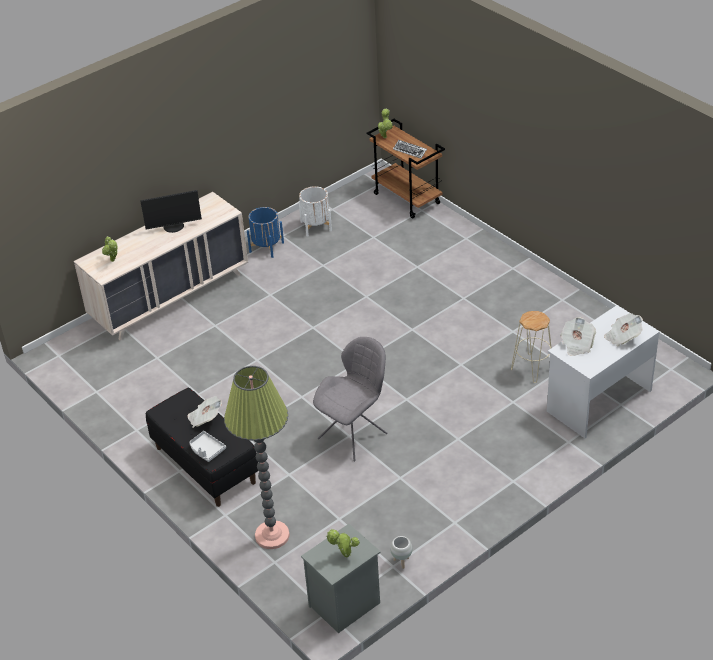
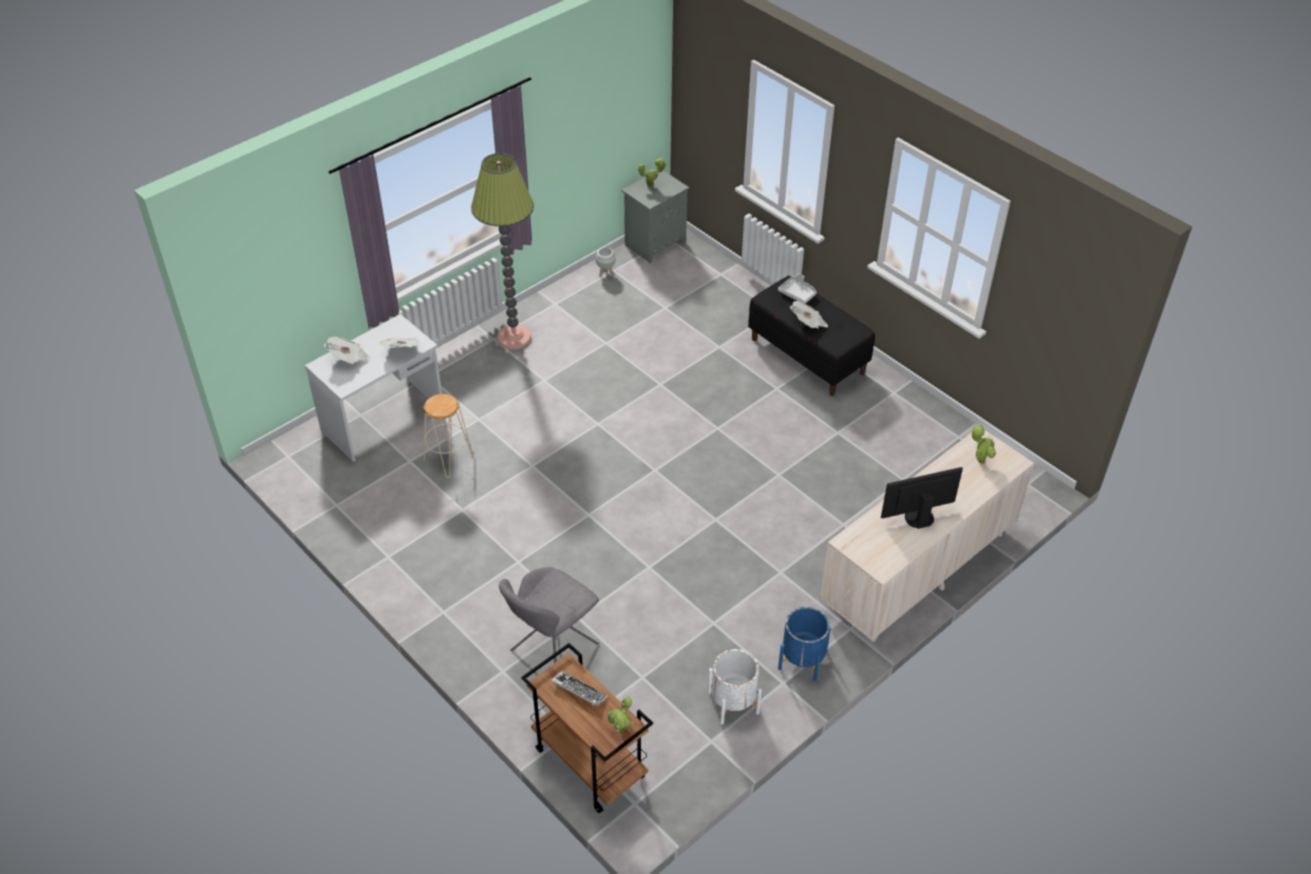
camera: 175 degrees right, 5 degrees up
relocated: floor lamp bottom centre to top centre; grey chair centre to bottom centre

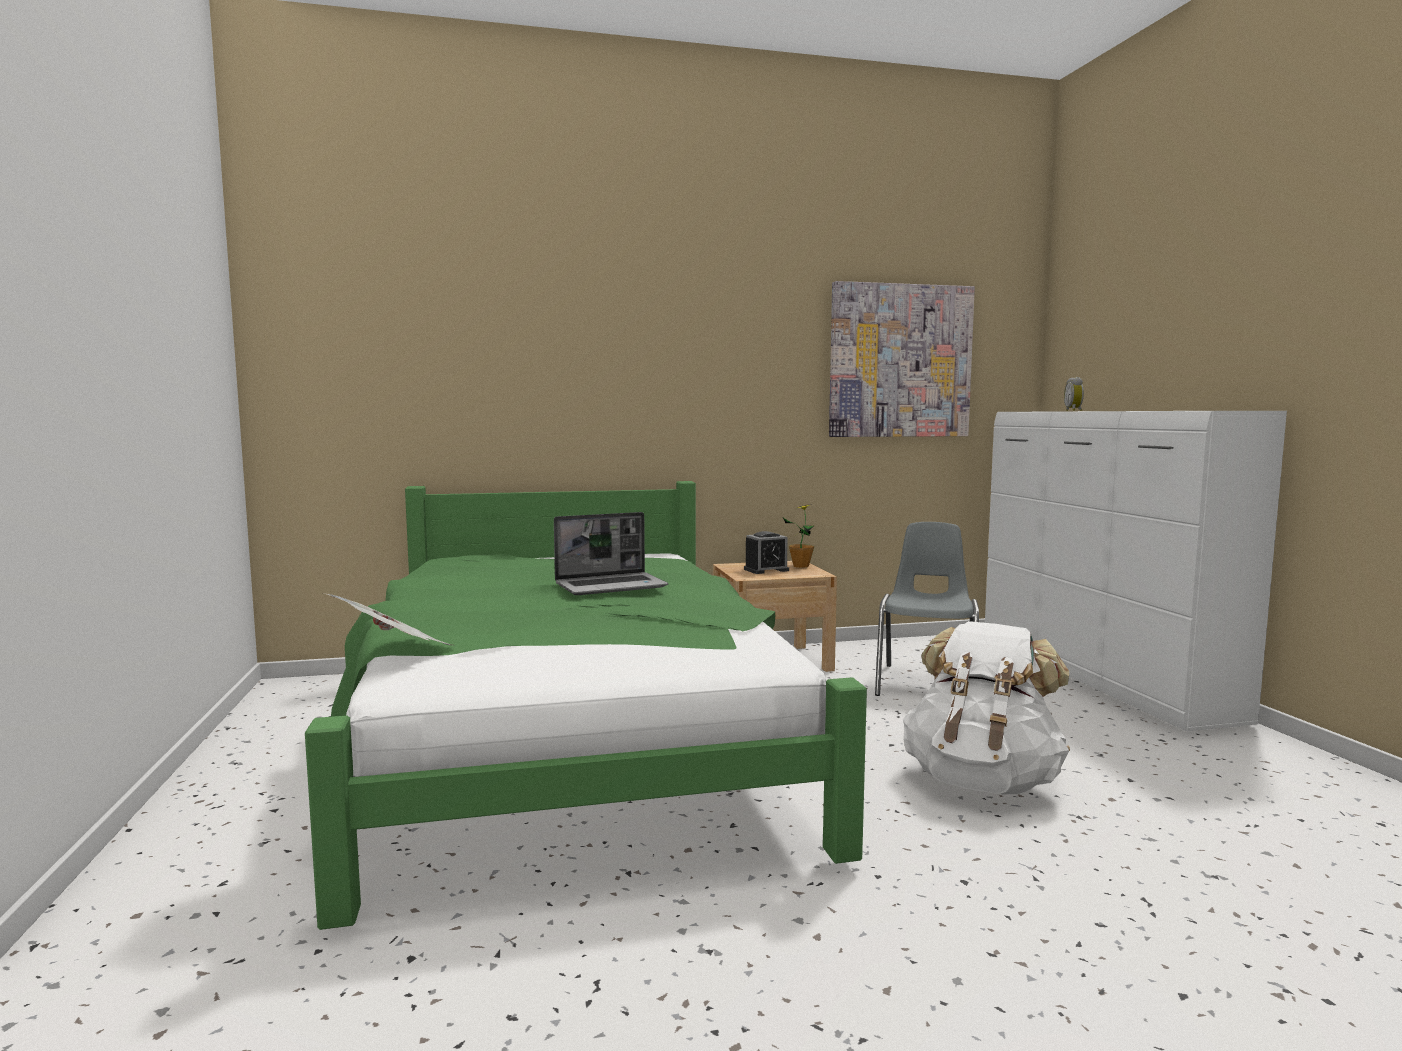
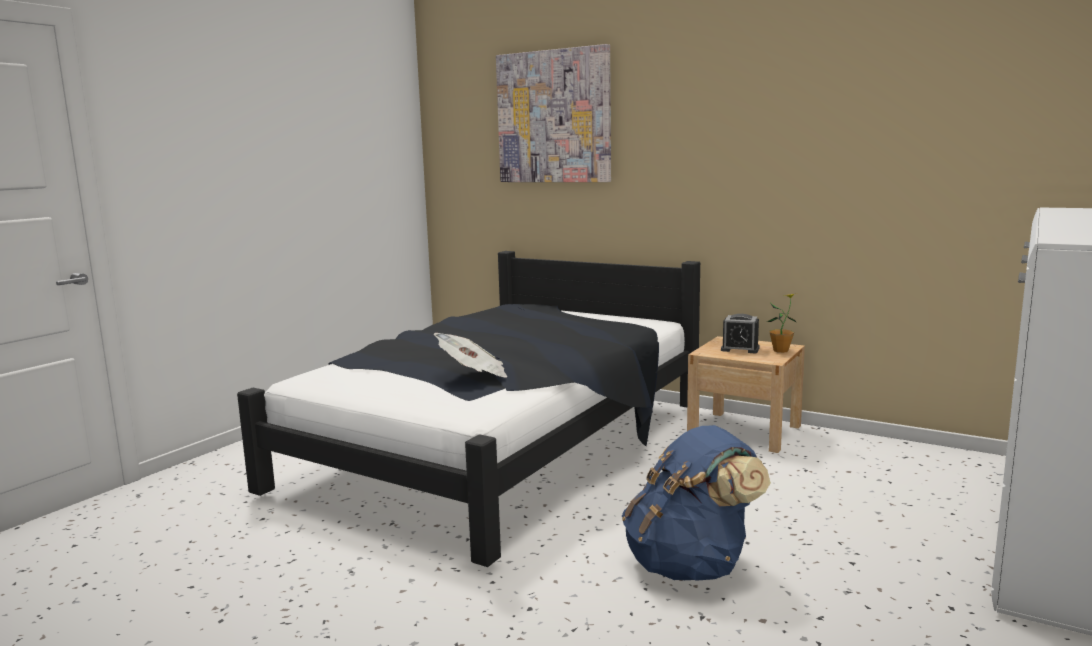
camera: 45 degrees right, 5 degrees up
missing: laptop centre; grey chair centre; alarm clock (no. 2 from left) middle right
relocated: newspaper middle left to centre; picture centre to top centre
colour: green bed bottom centre to black bed centre; white backpack bottom right to blue backpack bottom centre

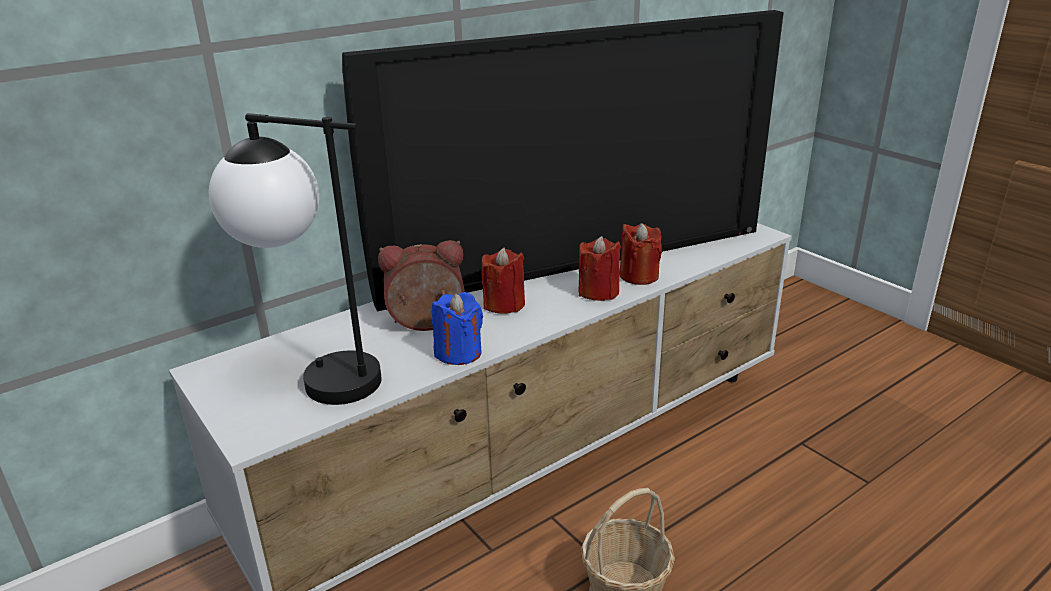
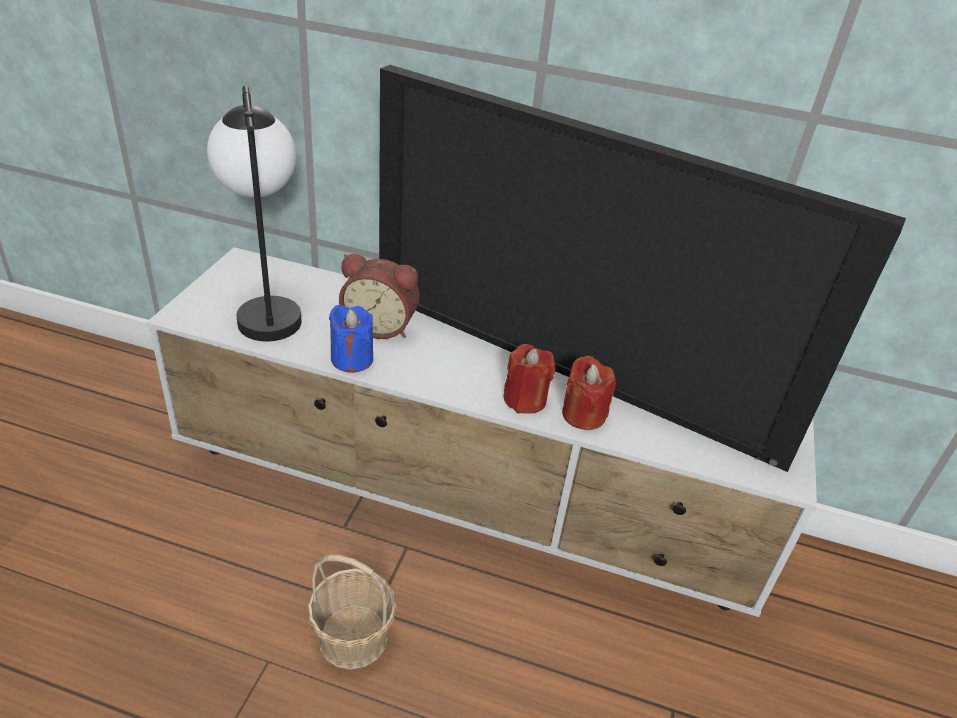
camera: 50 degrees right, 10 degrees up
missing: red candle (no. 1 from left) centre
spun: alarm clock centre = centre 150 degrees clockwise

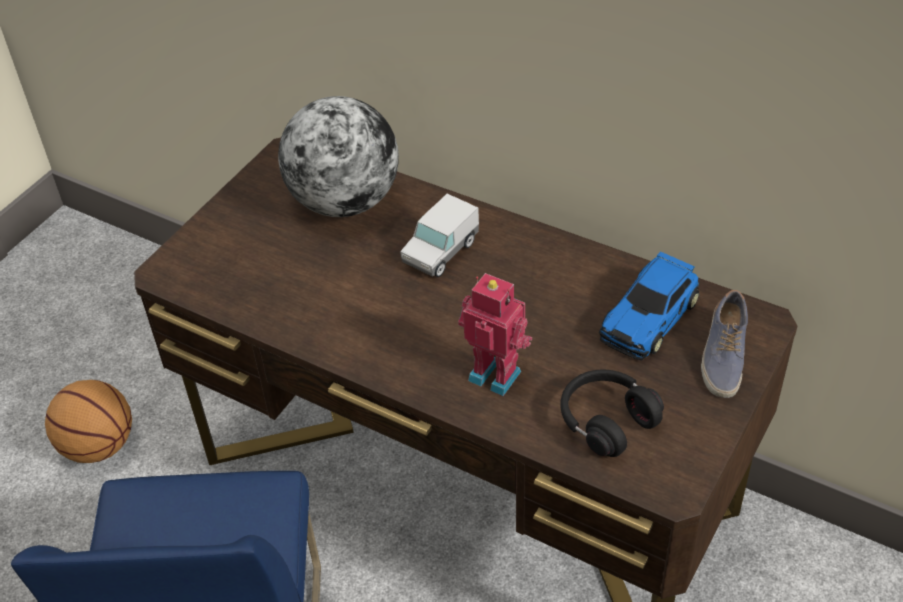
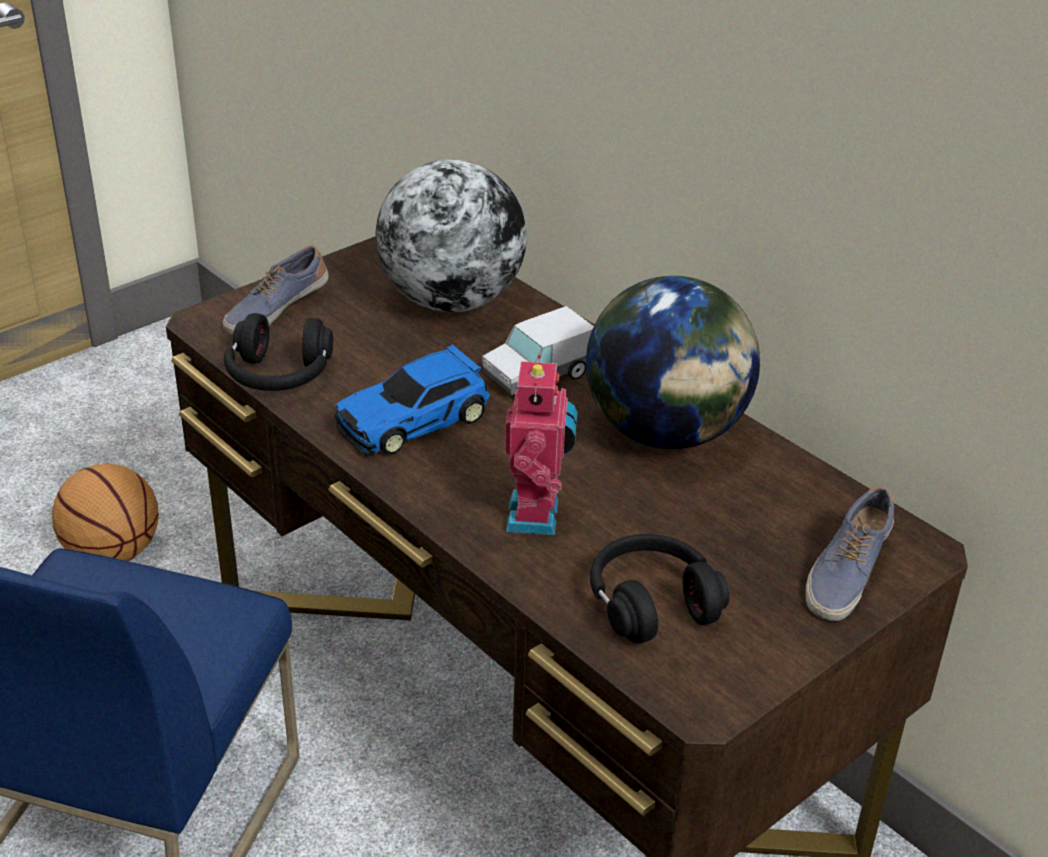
camera: 15 degrees right, 10 degrees down
appeared: shoe (no. 1 from left) middle left; black headphones (no. 1 from left) middle left; globe (no. 2 from left) centre
relocated: toy car middle right to centre
spun: toy robot centre = centre 45 degrees clockwise

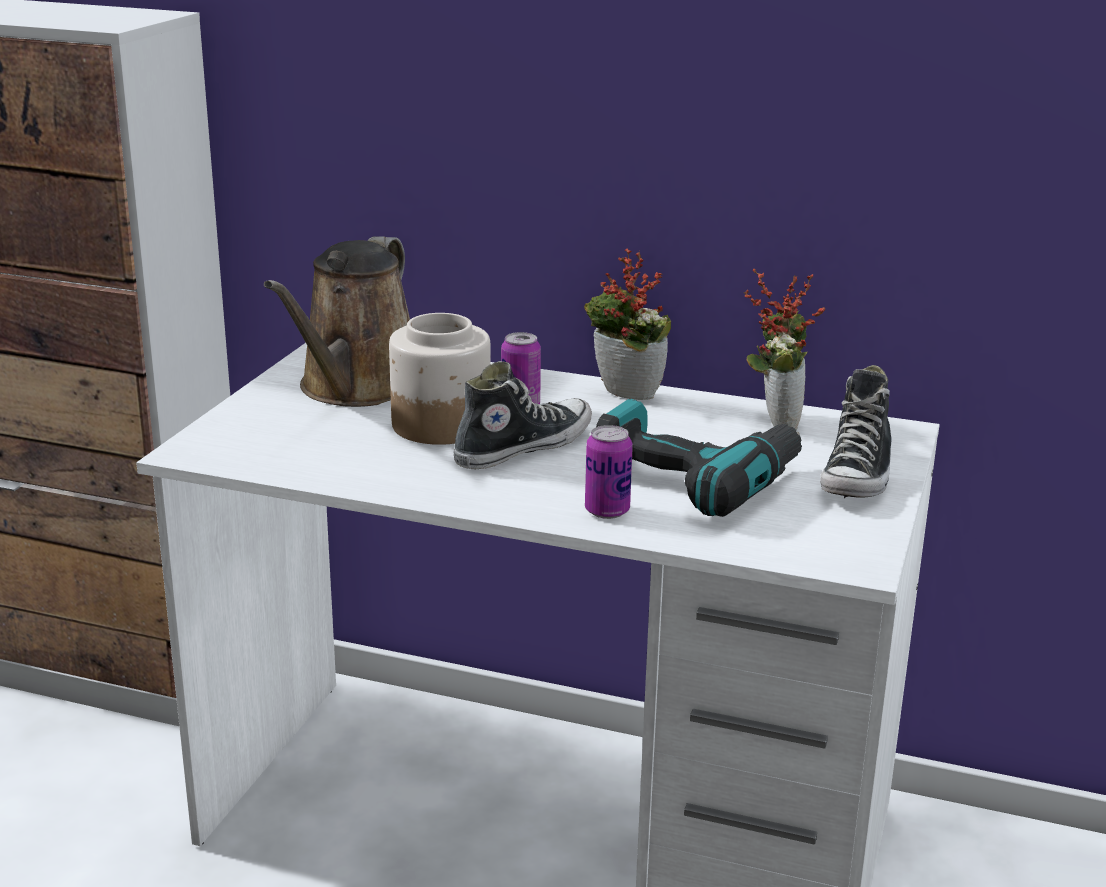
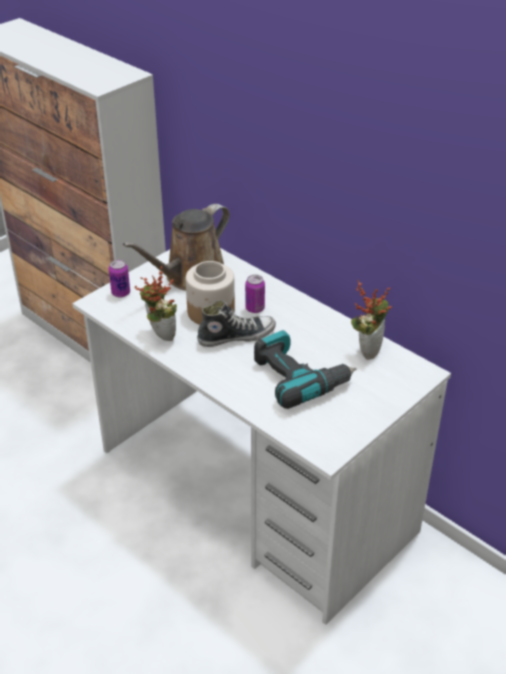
camera: 25 degrees right, 15 degrees up
missing: shoe (no. 2 from left) middle right
relocated: potted plant (no. 1 from left) centre to middle left; can (no. 2 from left in the first image) centre to can (no. 1 from left) middle left

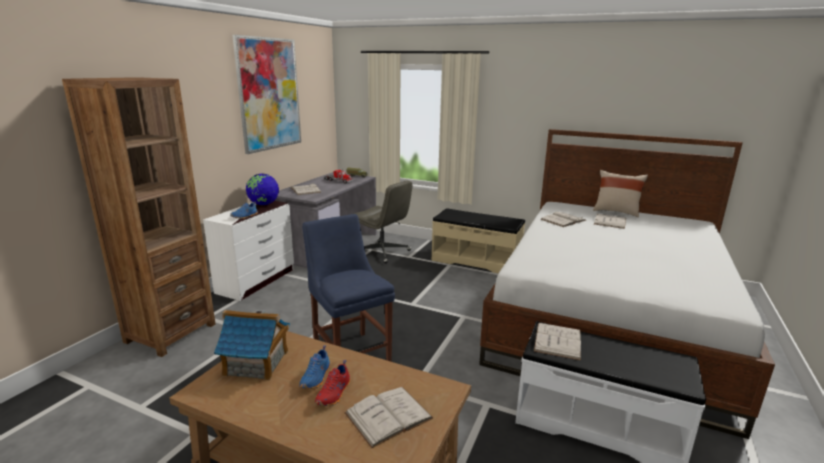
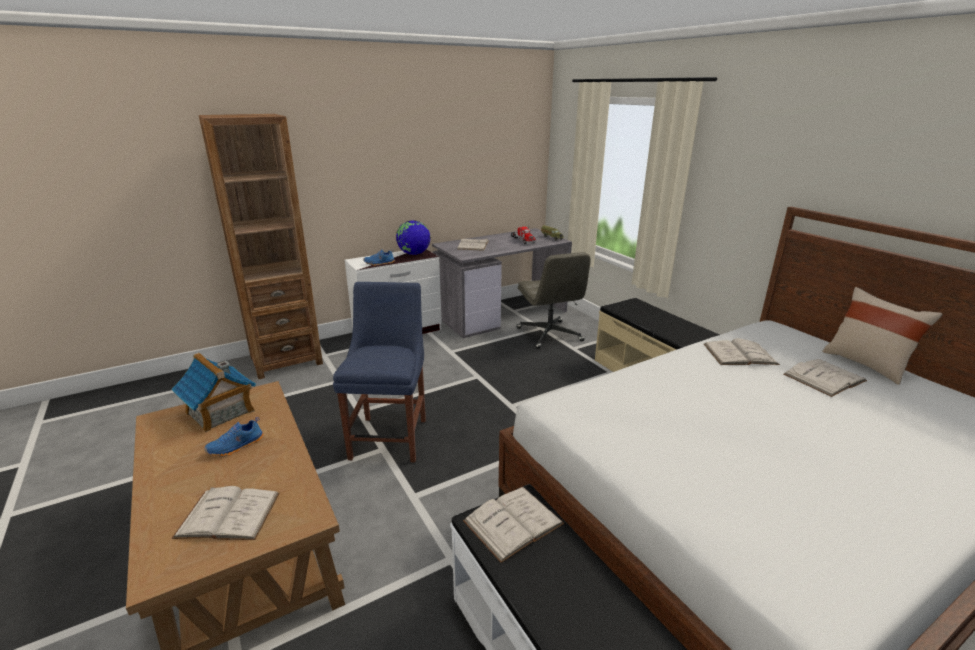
camera: 35 degrees right, 5 degrees up
missing: picture top left; red shoe bottom centre

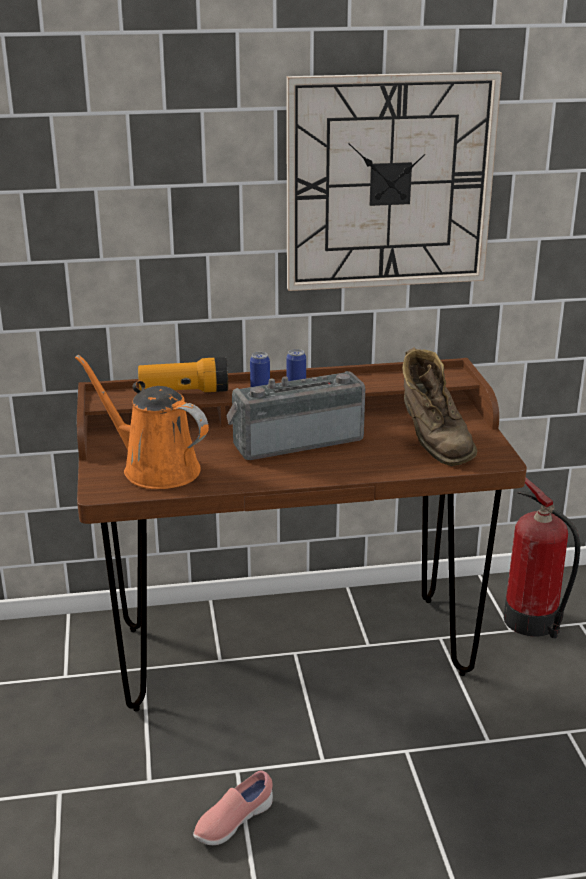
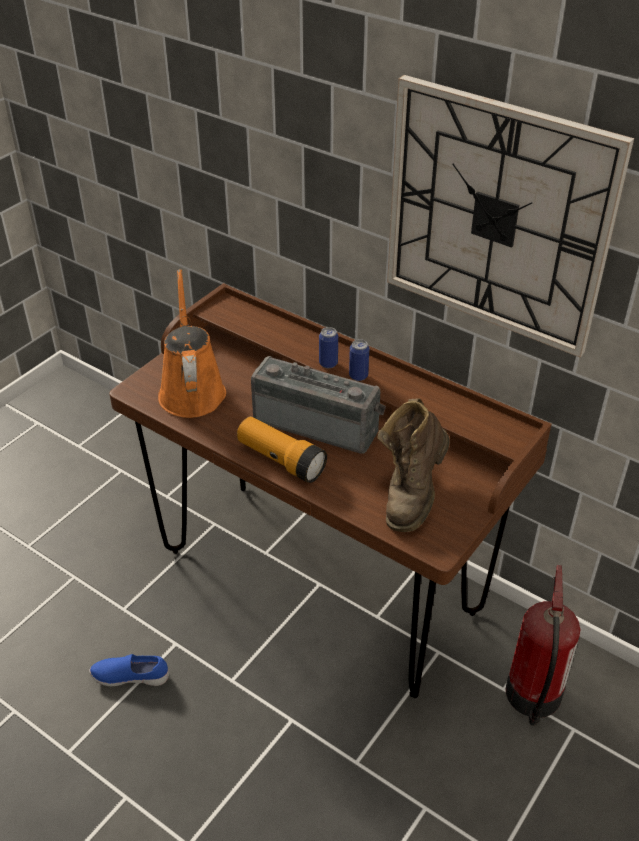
camera: 45 degrees right, 15 degrees up
relocated: flashlight middle left to centre
colour: pink shoe bottom centre to blue shoe bottom left

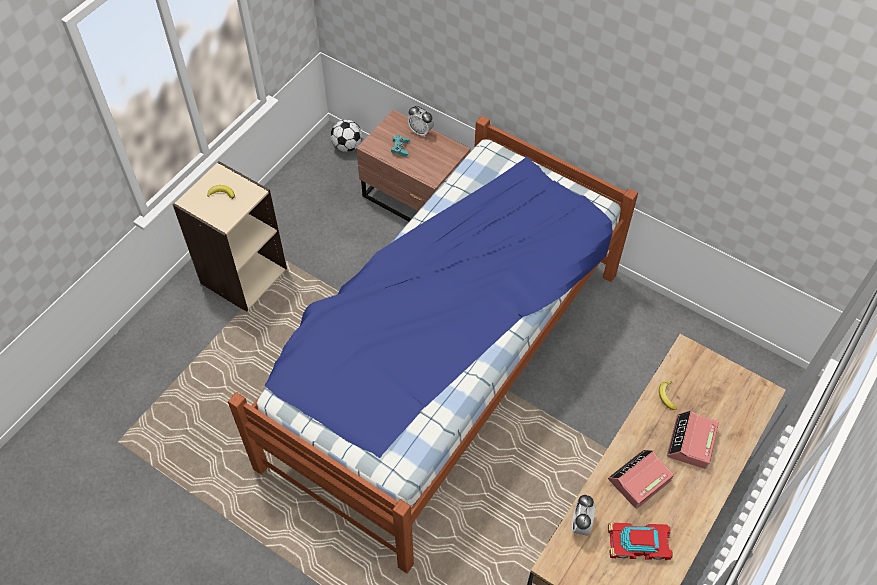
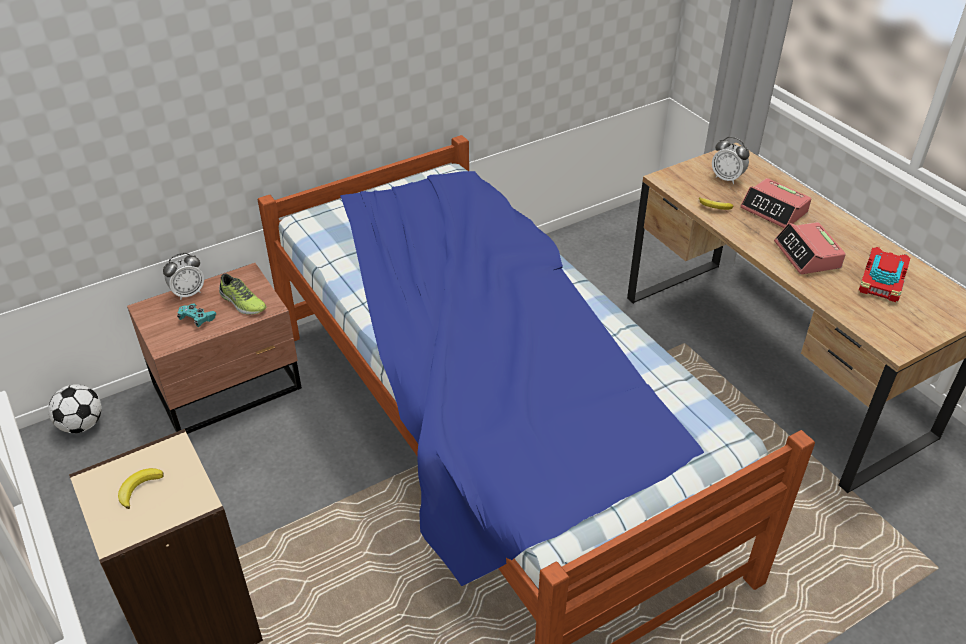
camera: 65 degrees left, 15 degrees down
appeared: shoe middle left
relocated: alarm clock (no. 2 from left) bottom centre to top right

